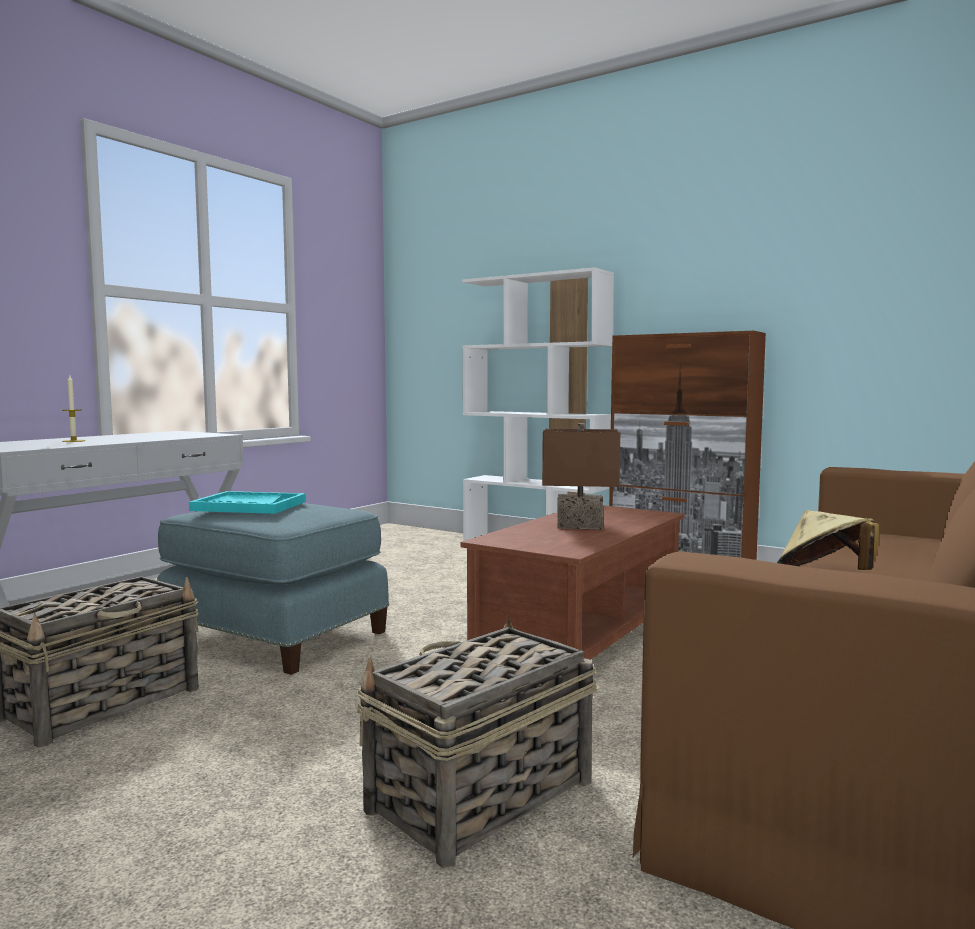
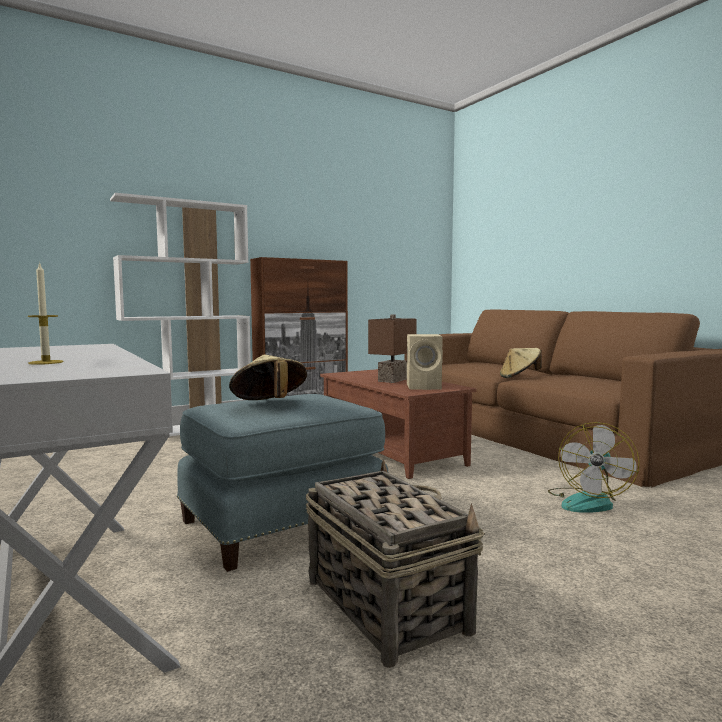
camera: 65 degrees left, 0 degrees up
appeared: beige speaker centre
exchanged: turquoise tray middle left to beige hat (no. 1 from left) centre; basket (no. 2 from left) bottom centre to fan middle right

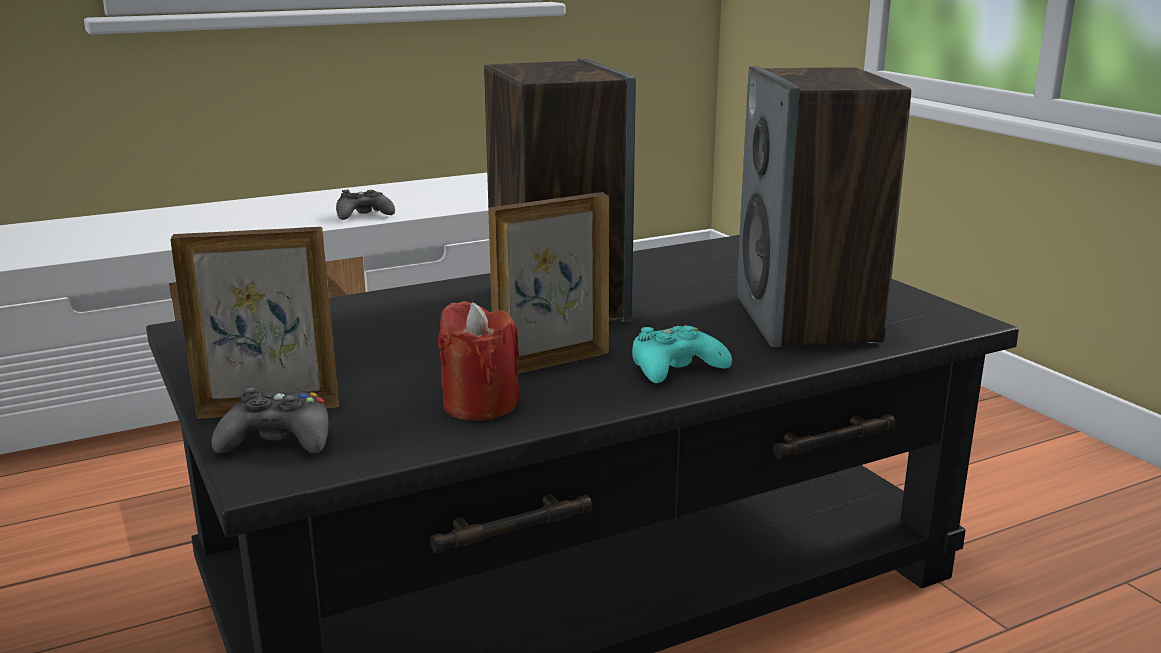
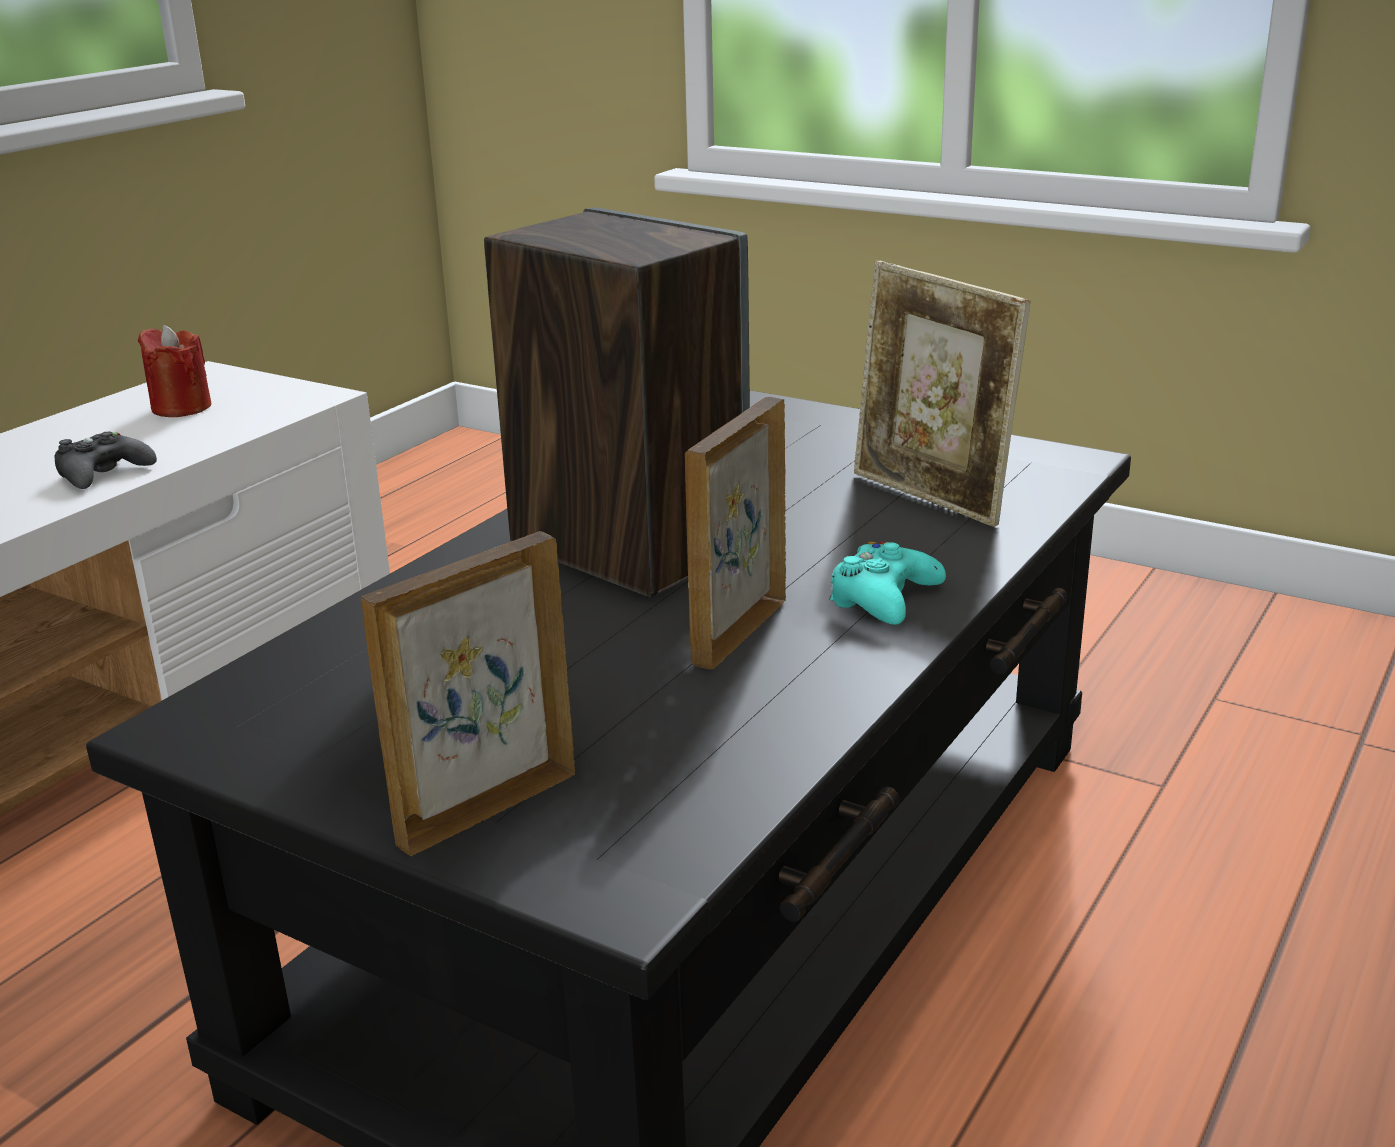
camera: 30 degrees left, 5 degrees up
missing: black game controller (no. 1 from left) middle left
relocated: red candle centre to top left
exchanged: speaker (no. 2 from left) top right to picture frame (no. 3 from left) middle right

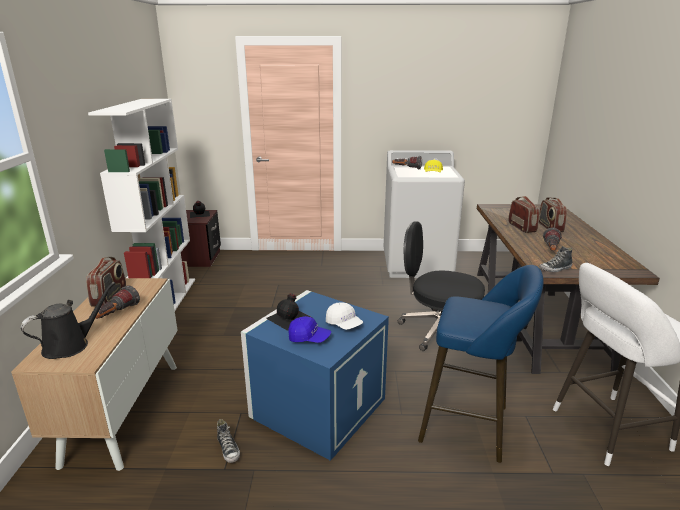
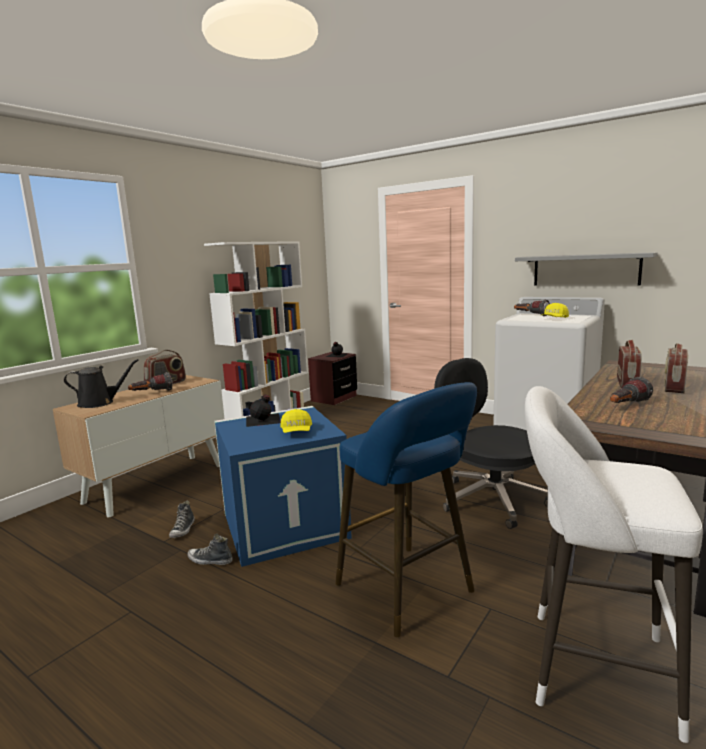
camera: 35 degrees right, 10 degrees down
missing: blue cap centre
appeared: grey shelf middle right
relocated: shoe (no. 2 from left) middle right to bottom left
colour: white cap centre to yellow cap (no. 1 from left) centre

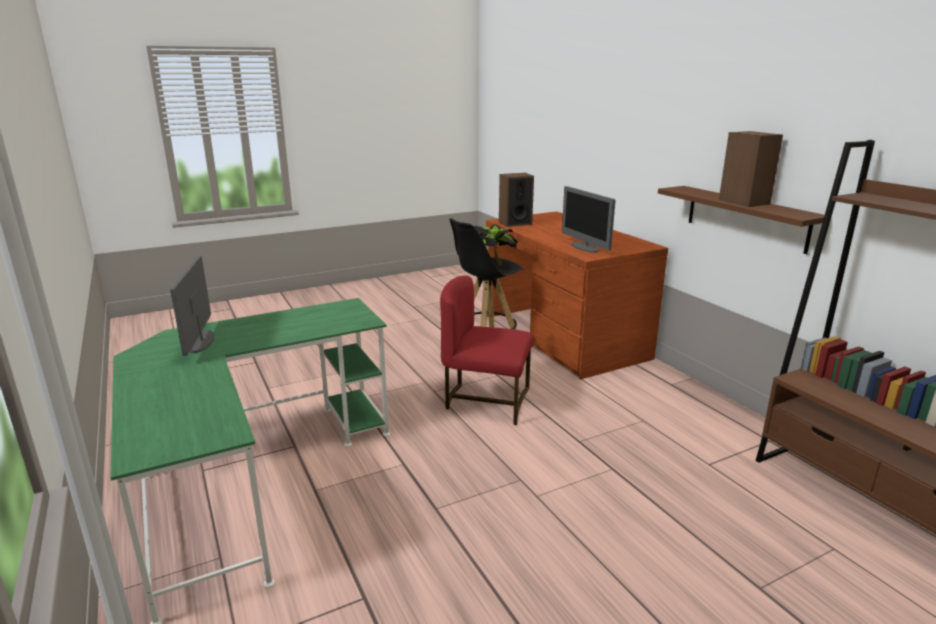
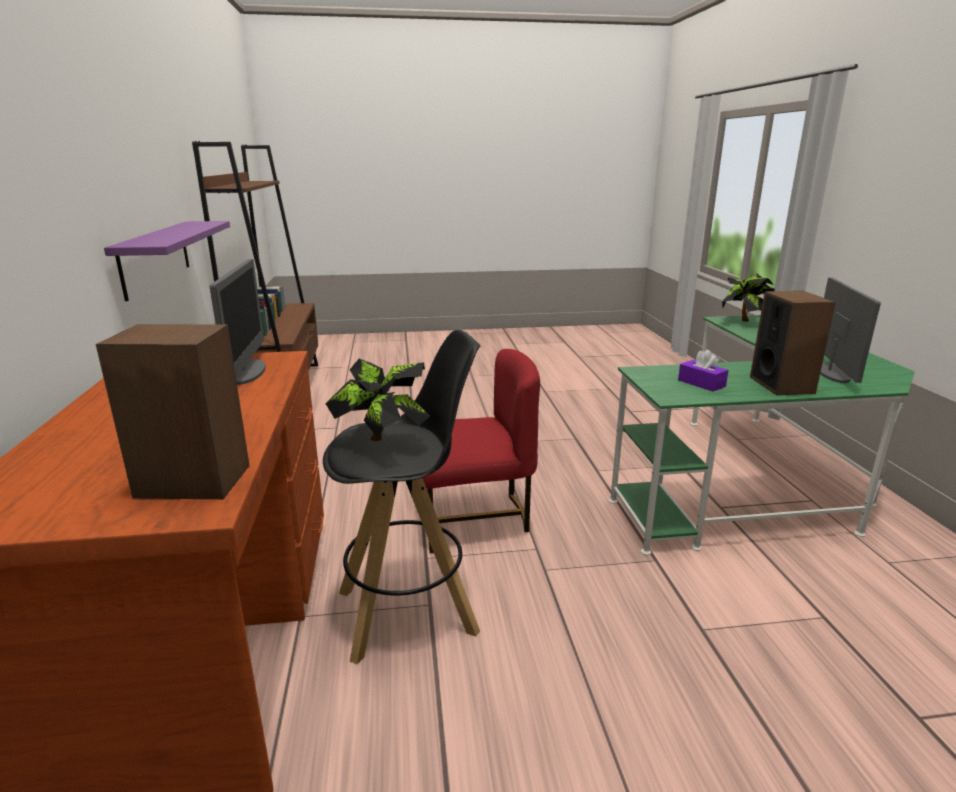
camera: 160 degrees left, 0 degrees up
appeared: purple tissue box middle right; potted plant (no. 2 from left) middle right
relocated: speaker (no. 2 from left) top right to middle right
colour: brown shelf middle right to purple shelf top left
spun: red chair centre = centre 45 degrees counterclockwise

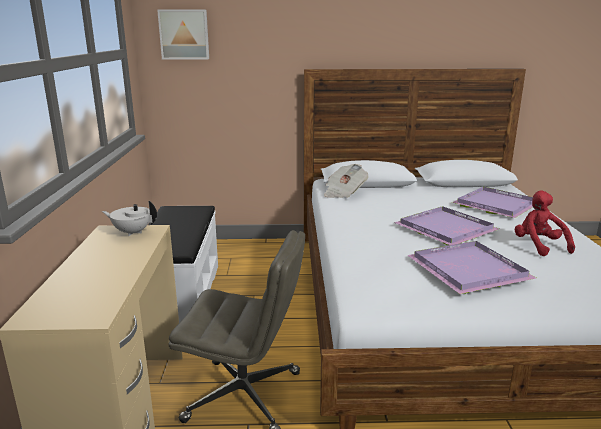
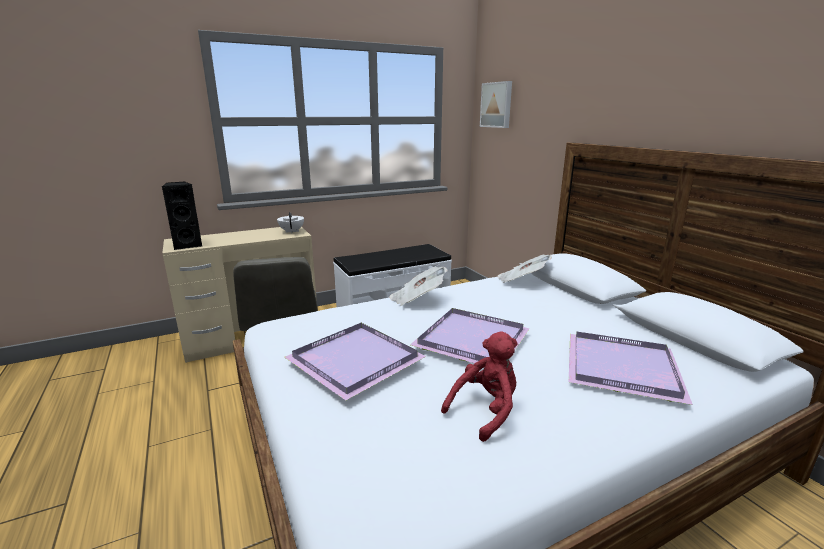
camera: 65 degrees right, 0 degrees up
appeared: black speaker middle left; newspaper (no. 1 from left) centre

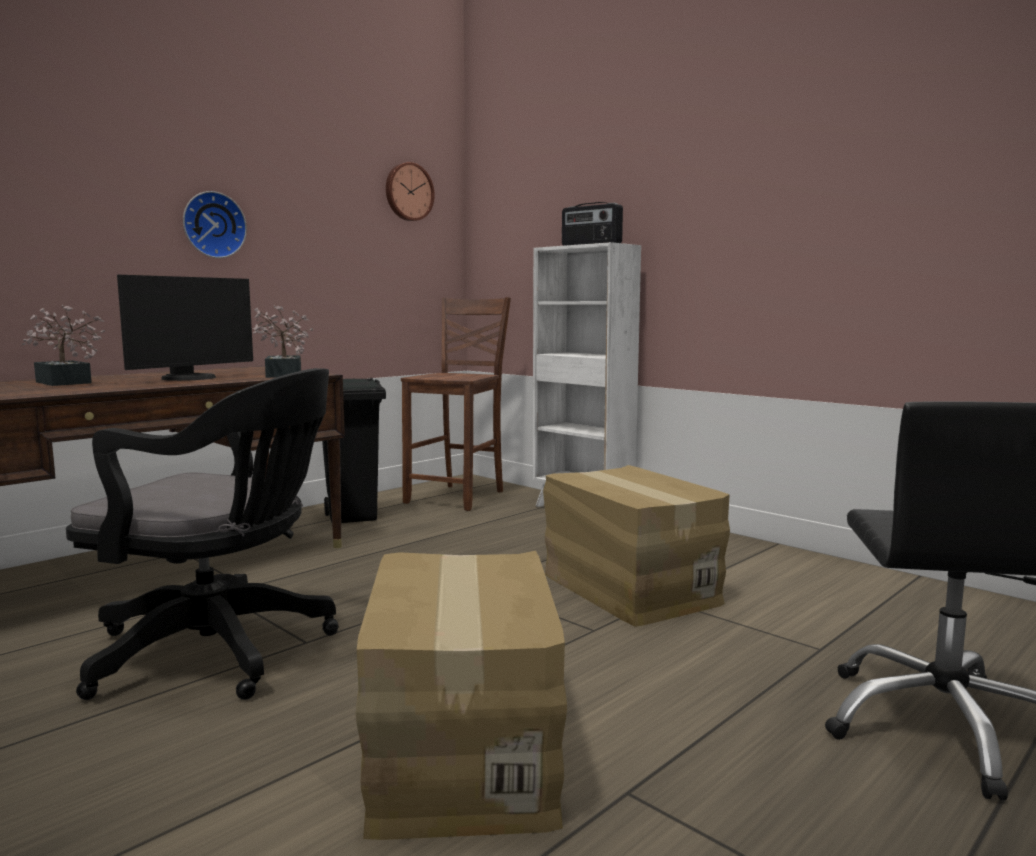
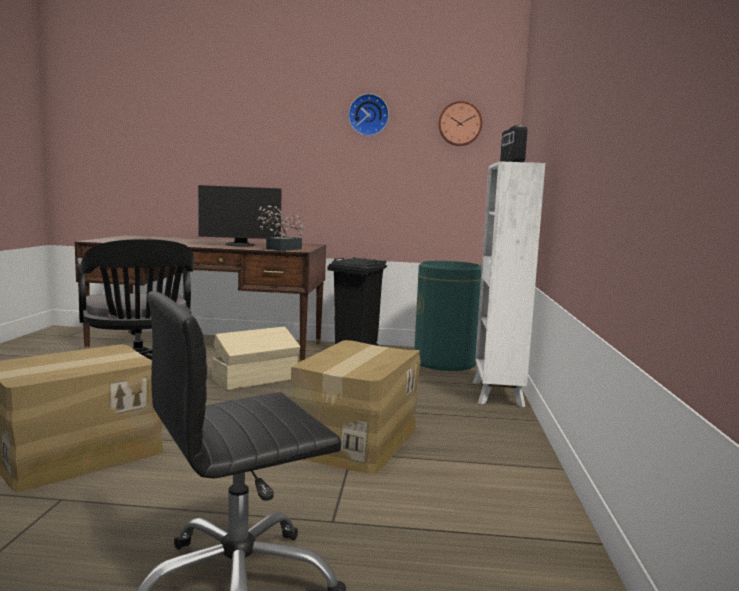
camera: 50 degrees right, 0 degrees up
missing: potted plant (no. 1 from left) middle left
appeared: beige storage box centre
relocated: wall clock (no. 1 from left) top left to top centre
exchanged: brown chair centre to green trash can centre

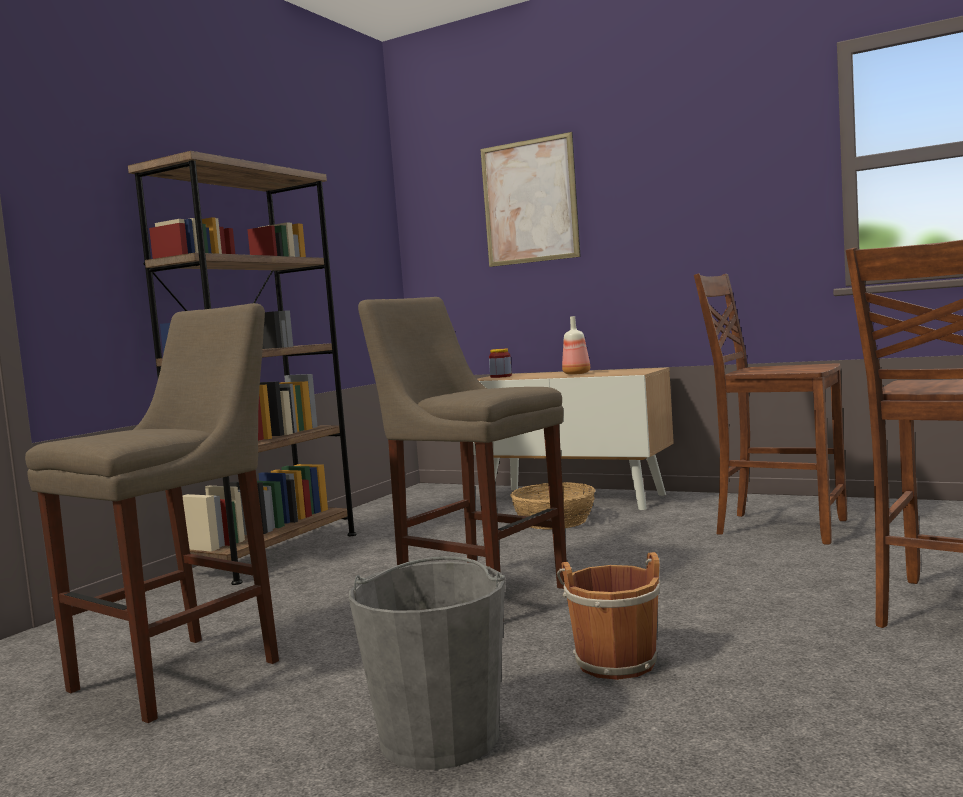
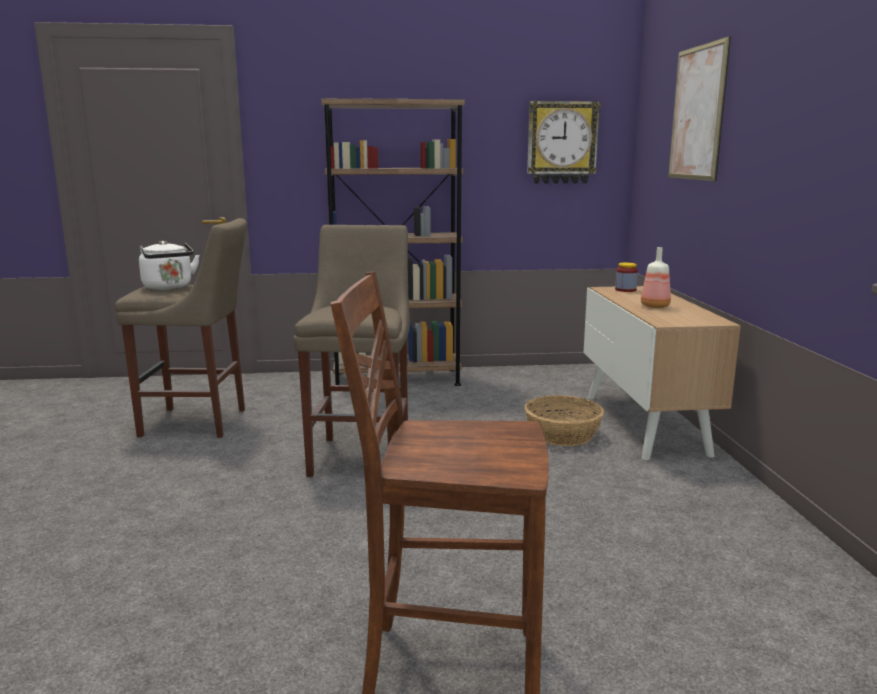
camera: 55 degrees right, 10 degrees up
missing: grey bucket bottom centre; brown bucket bottom centre; brown chair (no. 1 from left) middle right
appeared: white kettle middle left; wall clock top centre

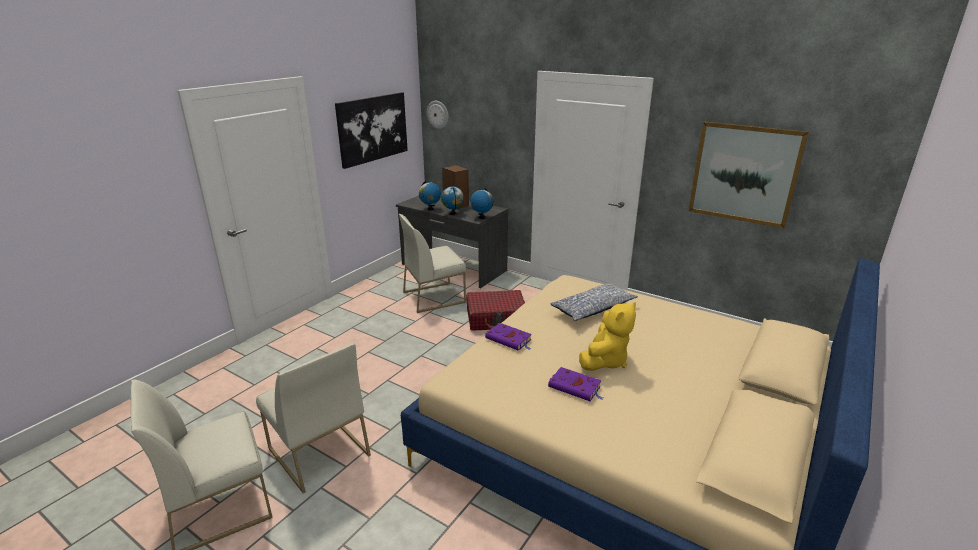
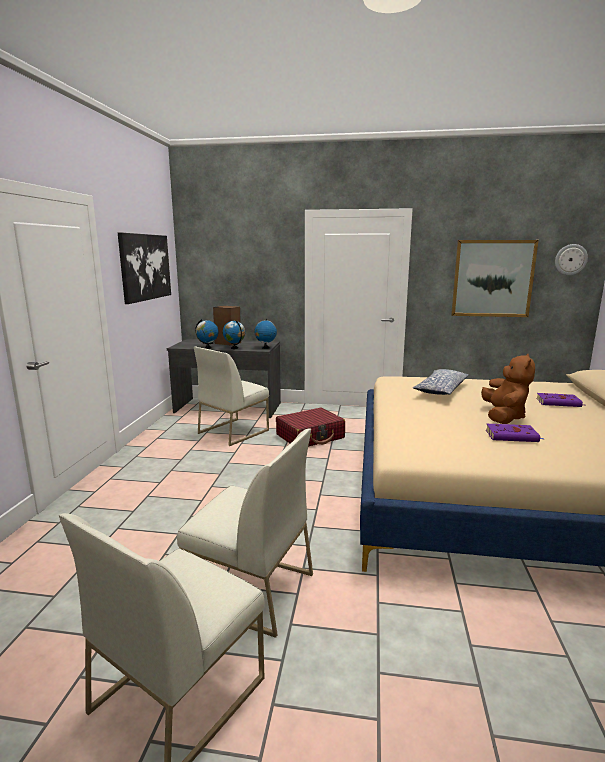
camera: 25 degrees left, 10 degrees down
relocated: wall clock top centre to middle right; purple book (no. 1 from left in the first image) centre to purple book (no. 2 from left) middle right
colour: yellow plush toy centre to brown plush toy middle right

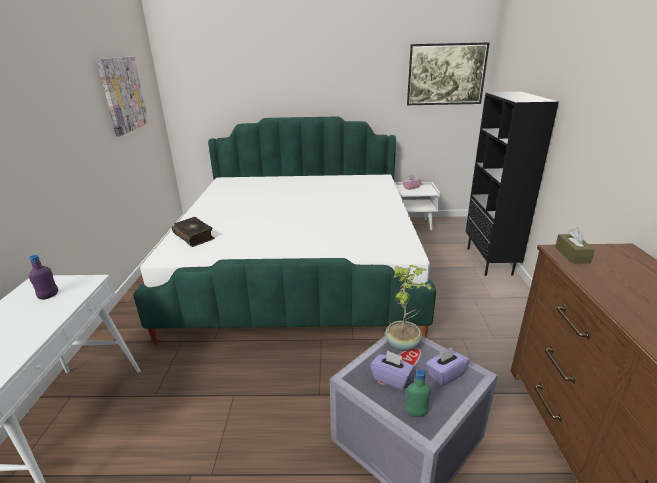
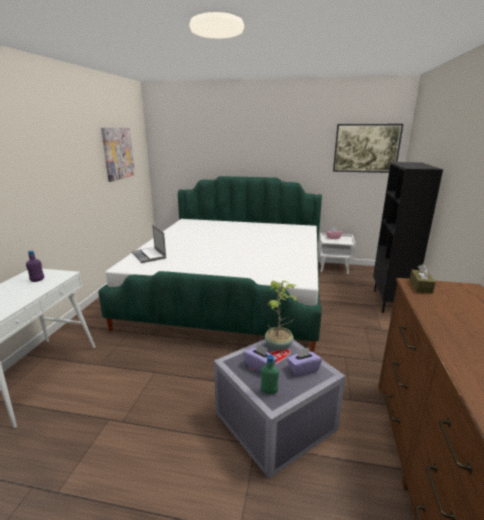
camera: 10 degrees right, 5 degrees down
exchanged: book middle left to laptop middle left

